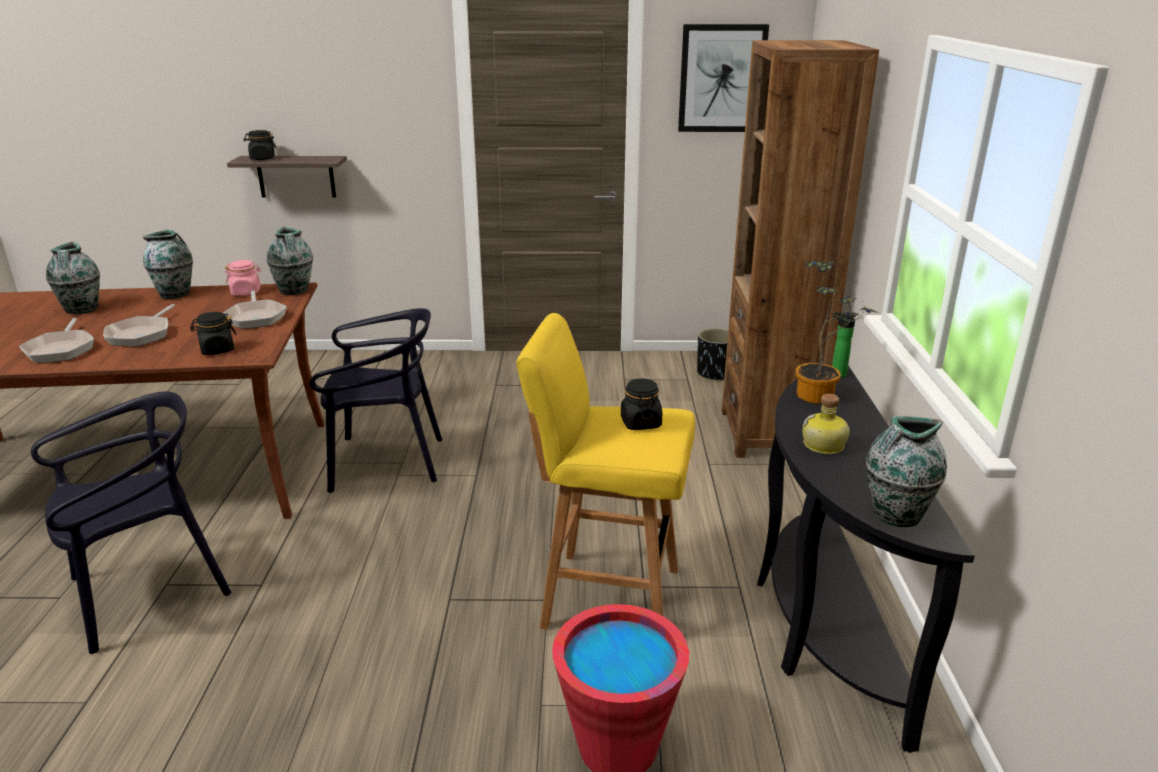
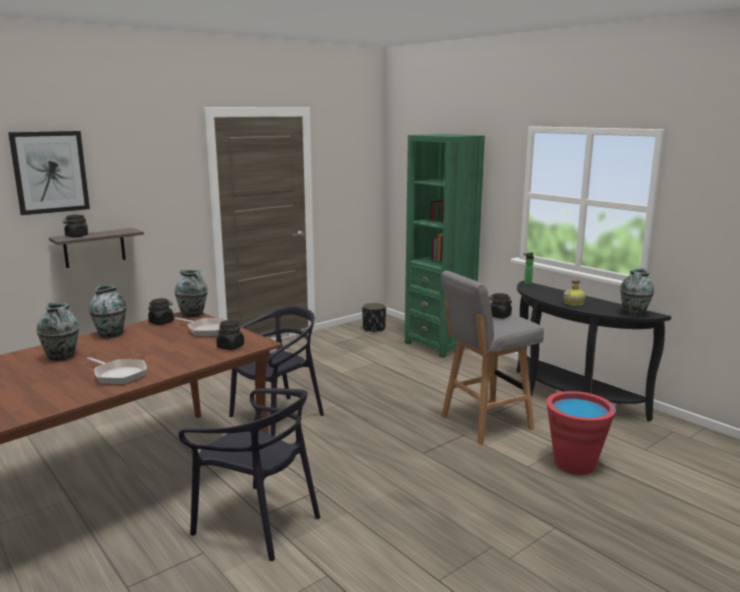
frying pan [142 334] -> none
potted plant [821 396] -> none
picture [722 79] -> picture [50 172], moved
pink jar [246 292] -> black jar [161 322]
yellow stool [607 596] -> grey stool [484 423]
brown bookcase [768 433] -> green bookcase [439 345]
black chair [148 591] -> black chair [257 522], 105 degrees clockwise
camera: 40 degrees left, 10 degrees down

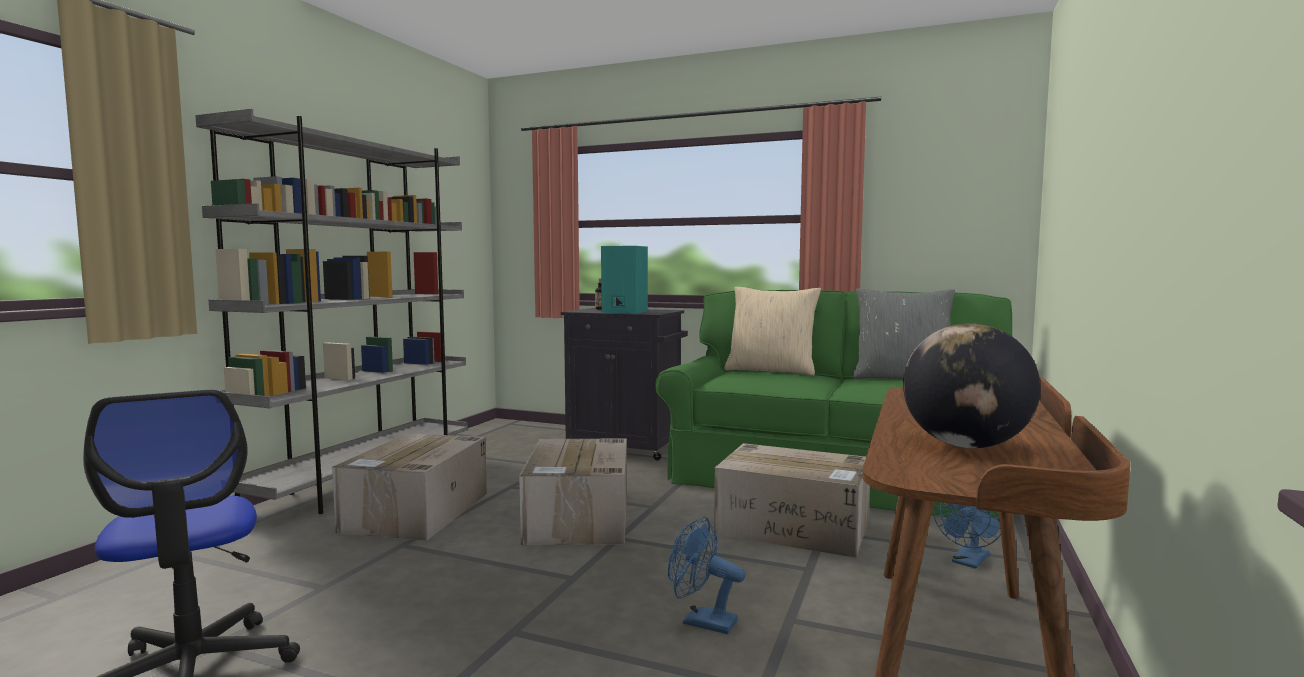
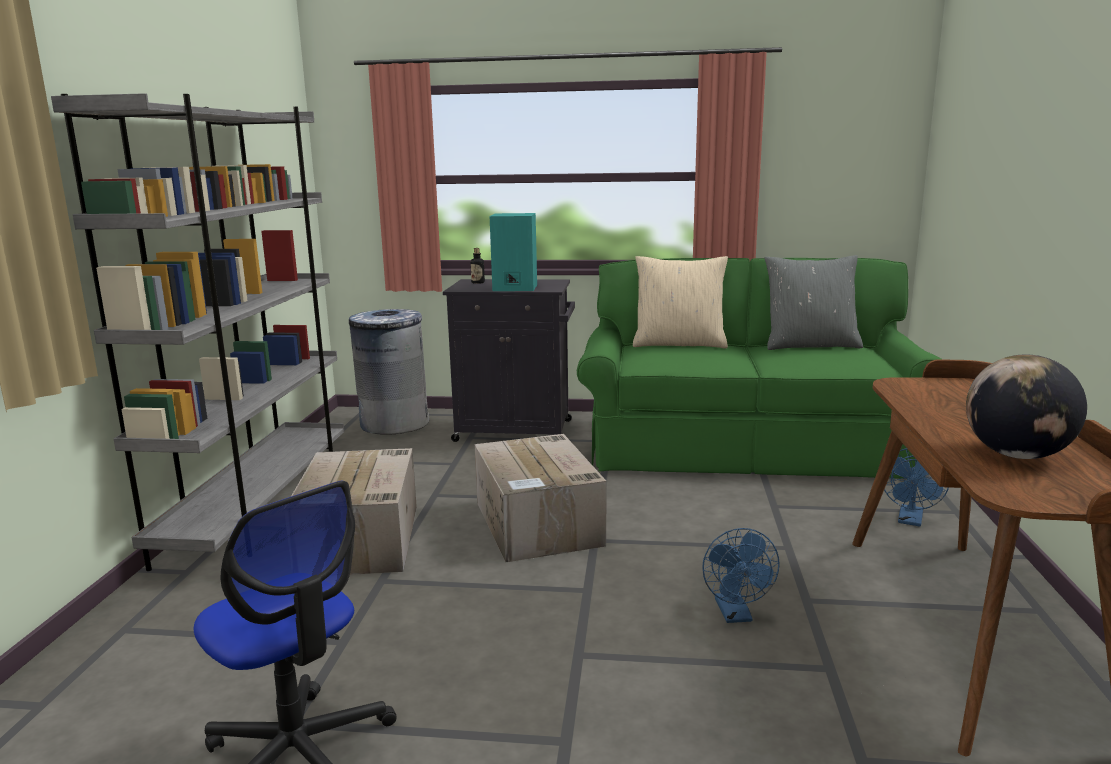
cardboard box [795 527] -> none
none -> grey trash can [394 423]
blue fan [701 622] -> blue fan [736 615], 105 degrees counterclockwise
camera: 15 degrees left, 10 degrees up

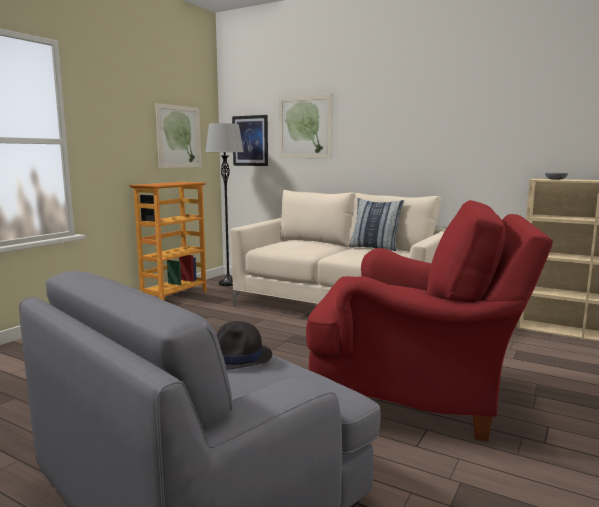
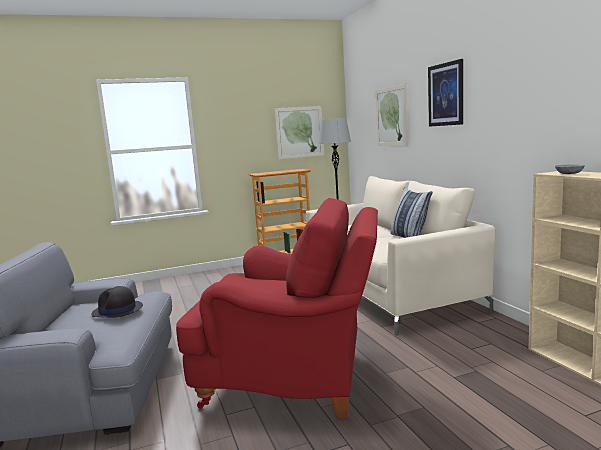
picture [250 141] -> picture [446 94], moved
red armchair [414 398] -> red armchair [293 381], 45 degrees counterclockwise
camera: 40 degrees right, 0 degrees up

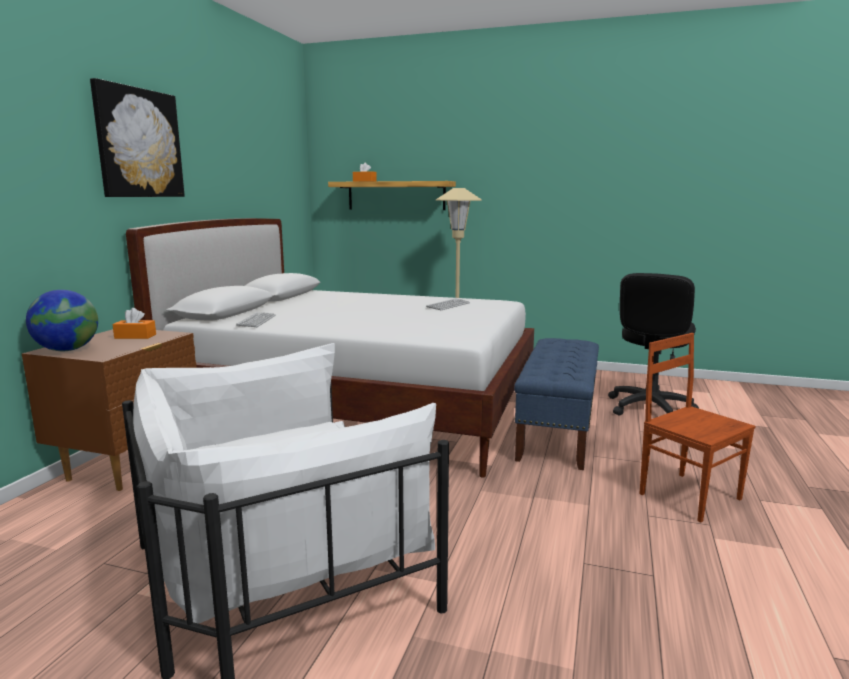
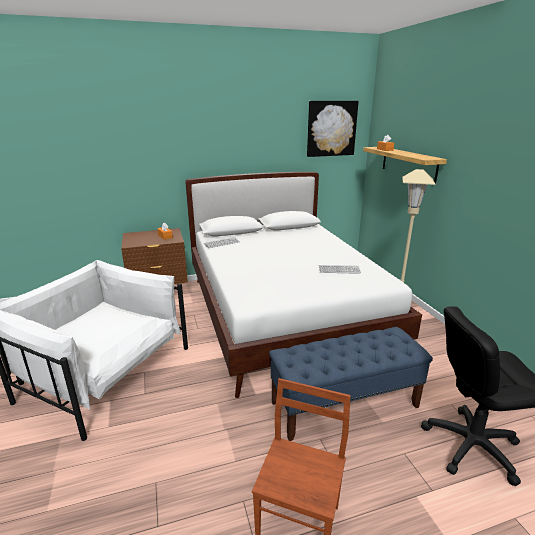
globe [67 350] -> none
picture [138 143] -> picture [331 128], moved
camera: 55 degrees right, 10 degrees up

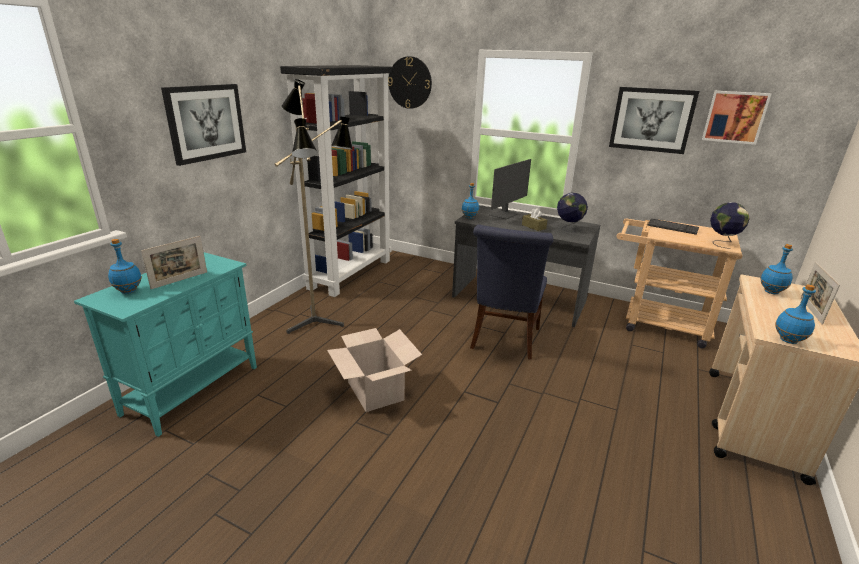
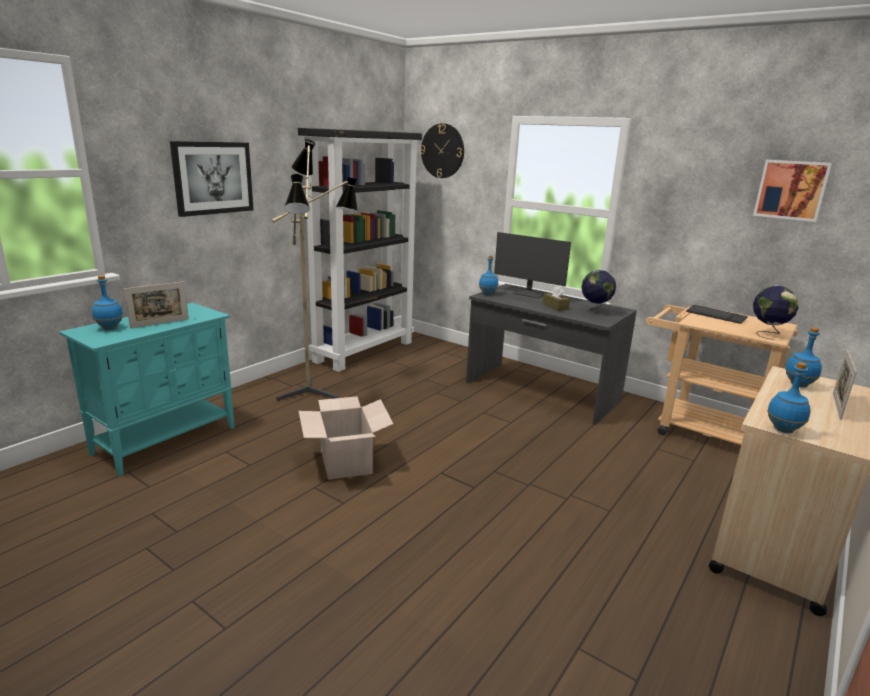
blue chair [504 340] -> none
picture [651 120] -> none
monitor [504 214] -> monitor [529 294], 75 degrees clockwise
camera: 10 degrees right, 5 degrees down

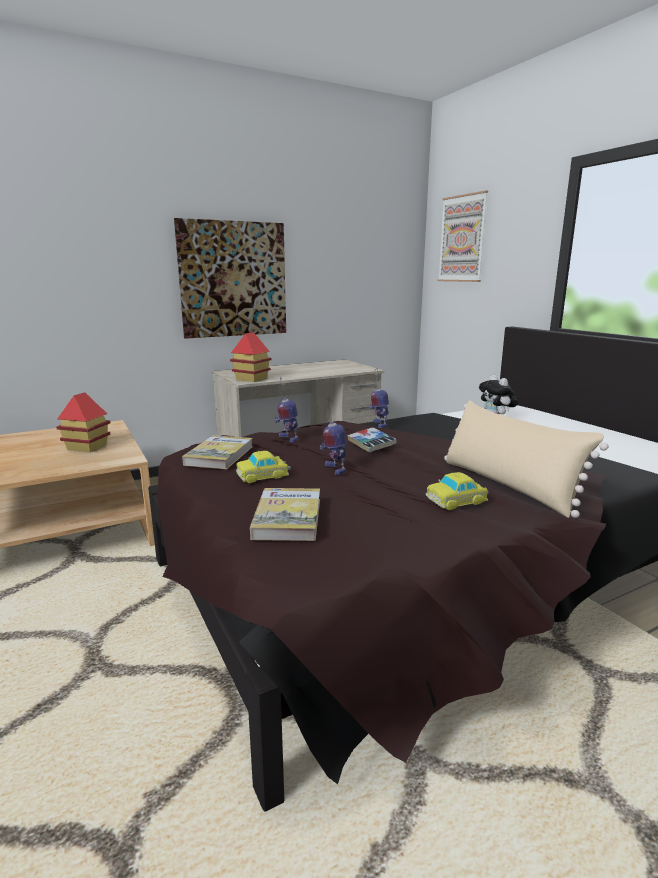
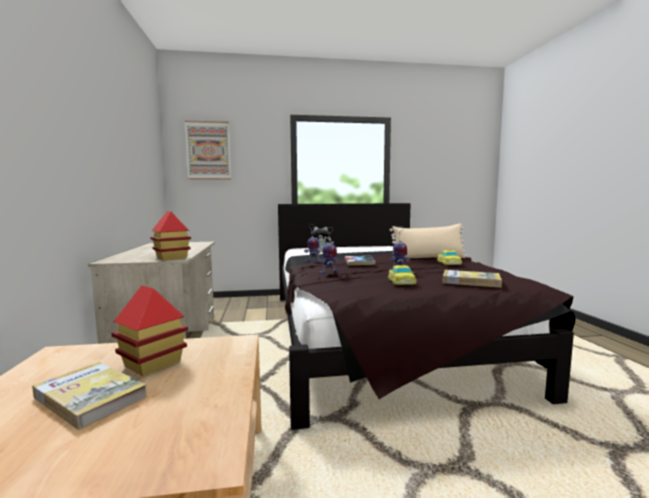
picture [233 279] -> none
book [219 455] -> book [90 397], moved
camera: 70 degrees left, 10 degrees down

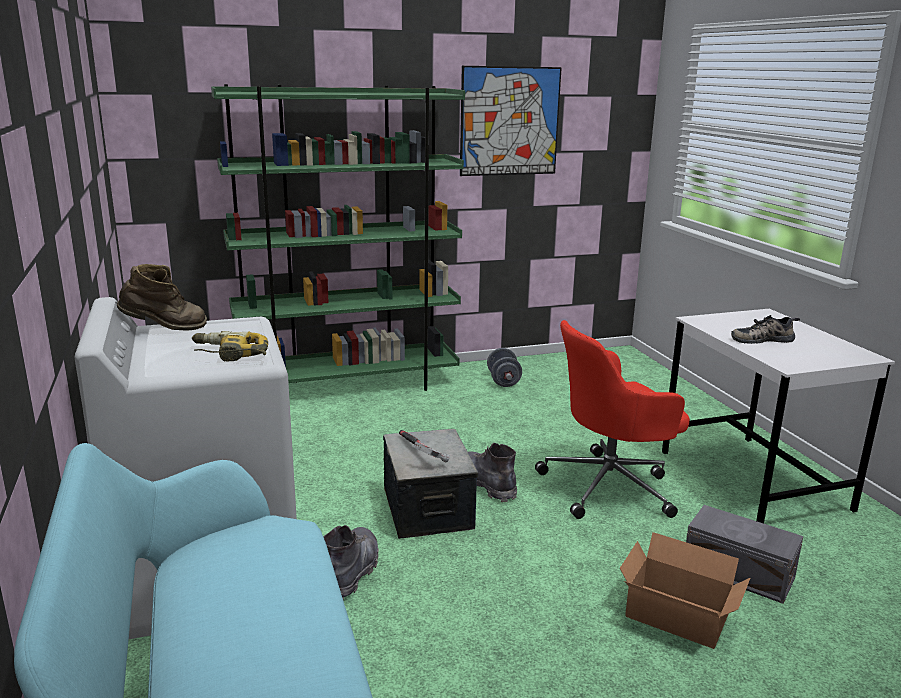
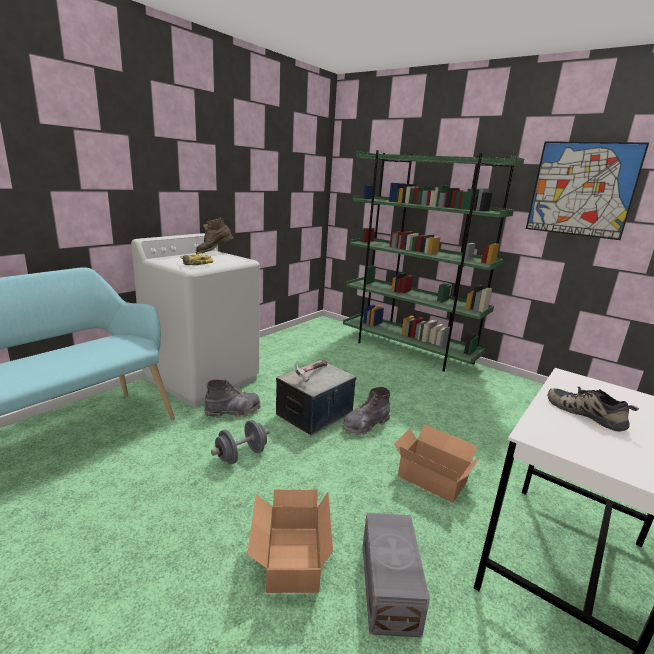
grey dumbbell [503 381] -> grey dumbbell [241 455], moved
red office chair [610 486] -> cardboard box [431 477]
brown boot [165 330] -> brown boot [214 253], 105 degrees clockwise
grey boot [487 484] -> grey boot [365 425], 150 degrees counterclockwise
camera: 55 degrees right, 0 degrees up

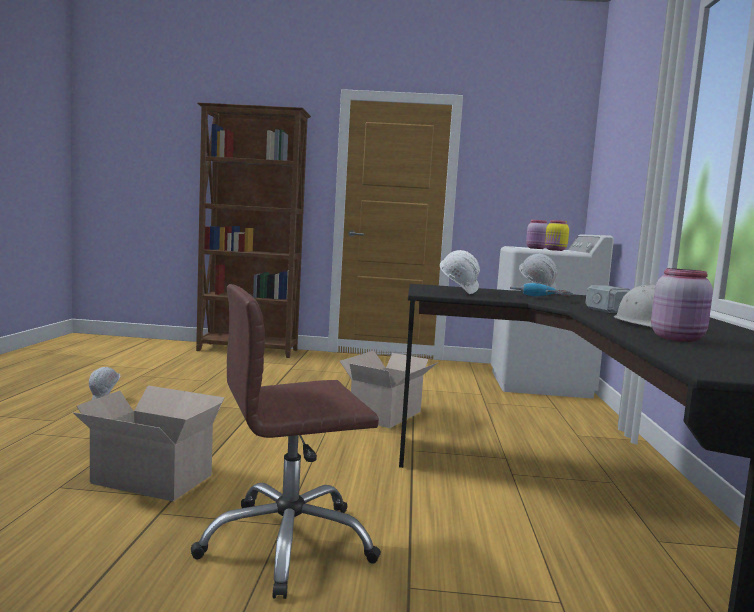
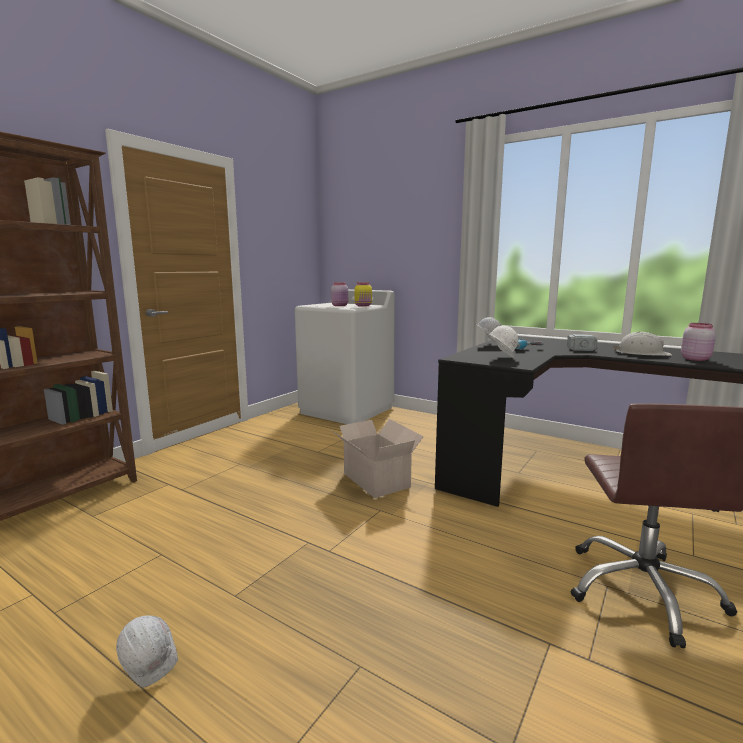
cardboard box [150 478] -> none
camera: 60 degrees left, 5 degrees up

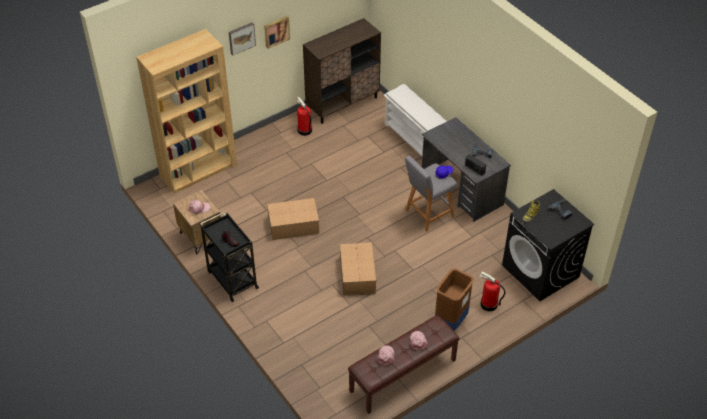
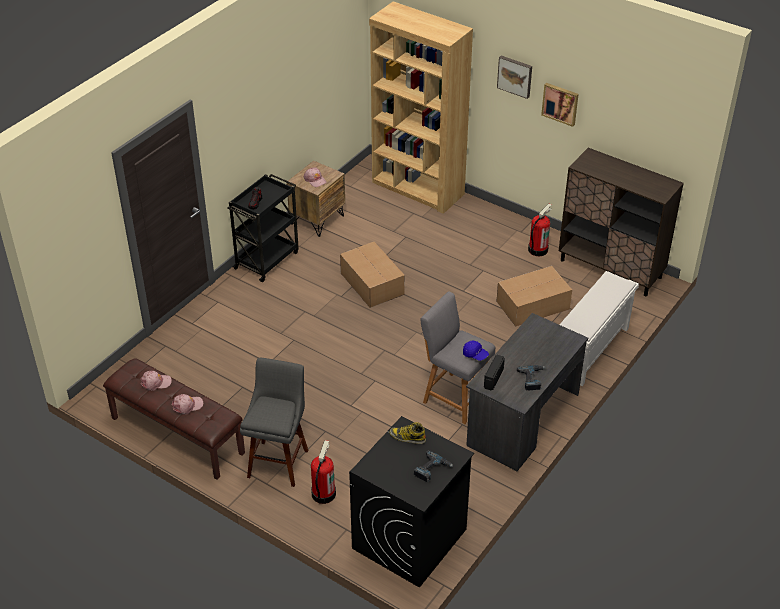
cardboard box [358 274] -> cardboard box [534 305], moved
brown trash can [450 321] -> grey stool [279 461]
camera: 70 degrees right, 5 degrees down

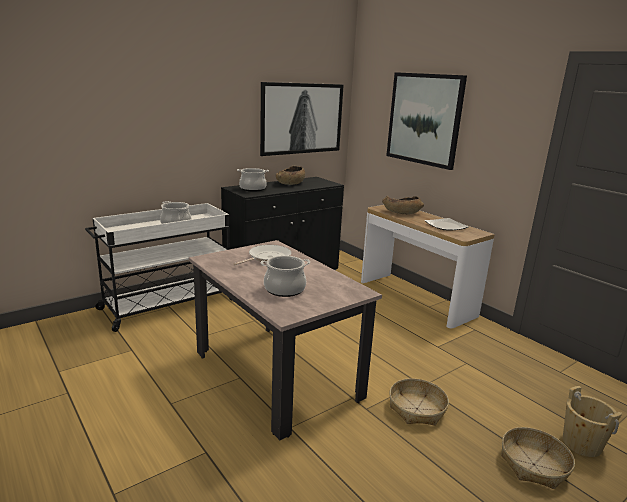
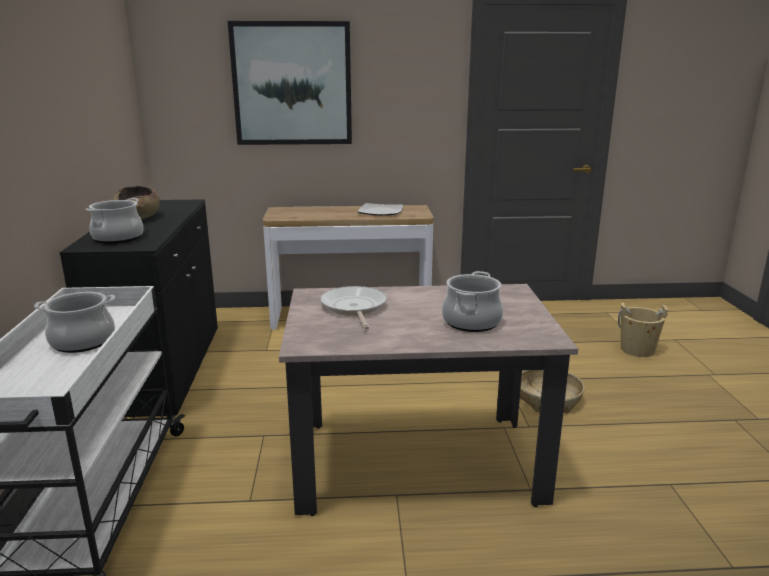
picture [302 118] -> none
brown bowl [401 212] -> none
basket [534 464] -> none
camera: 55 degrees left, 0 degrees up

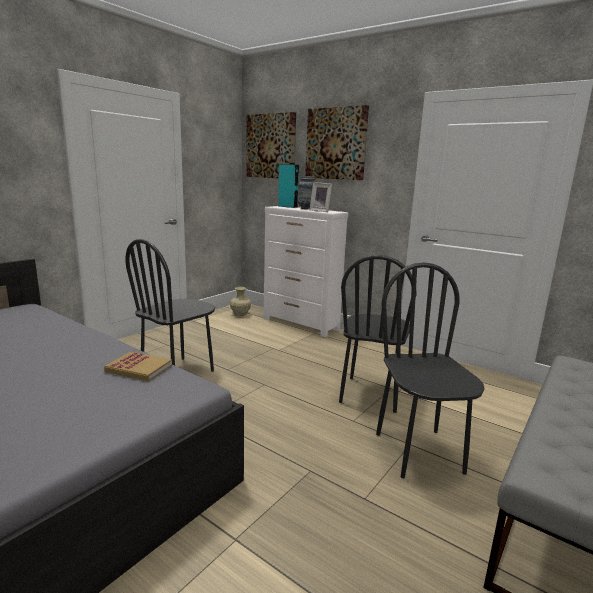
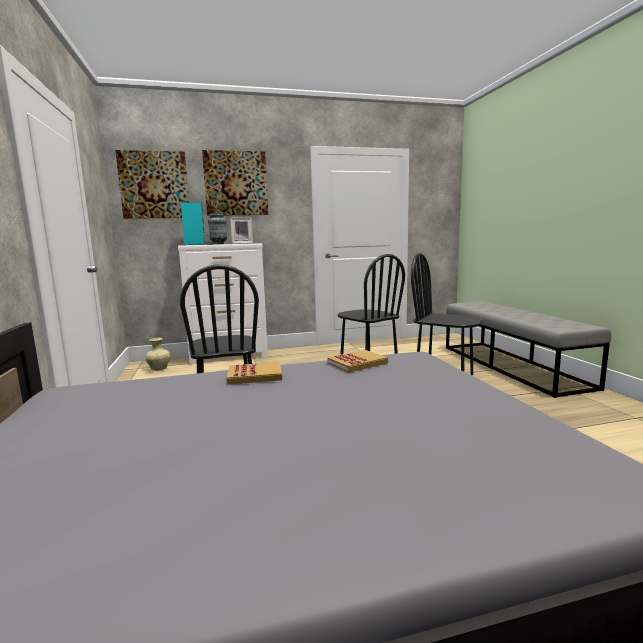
none -> book [255 376]
camera: 50 degrees left, 5 degrees down

